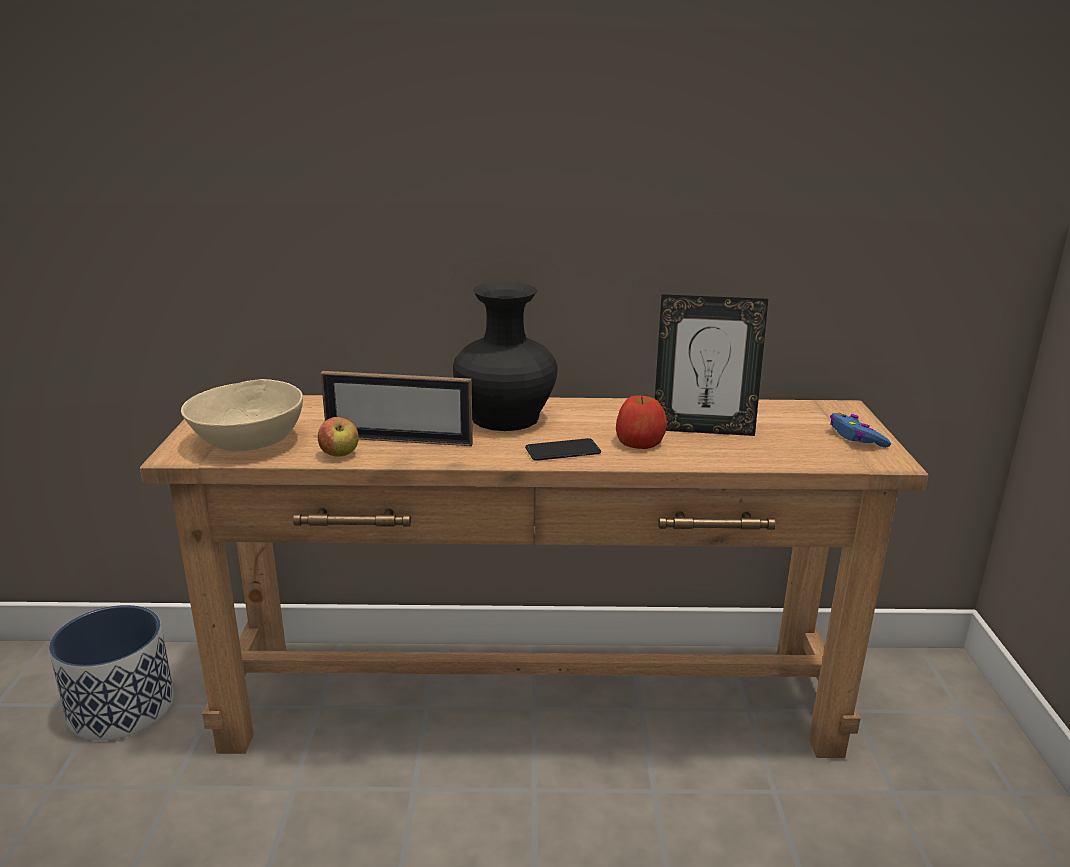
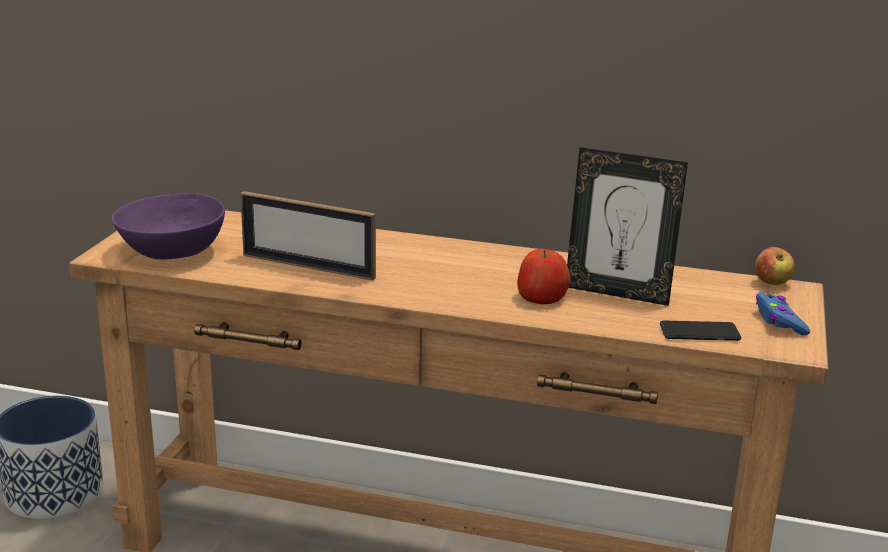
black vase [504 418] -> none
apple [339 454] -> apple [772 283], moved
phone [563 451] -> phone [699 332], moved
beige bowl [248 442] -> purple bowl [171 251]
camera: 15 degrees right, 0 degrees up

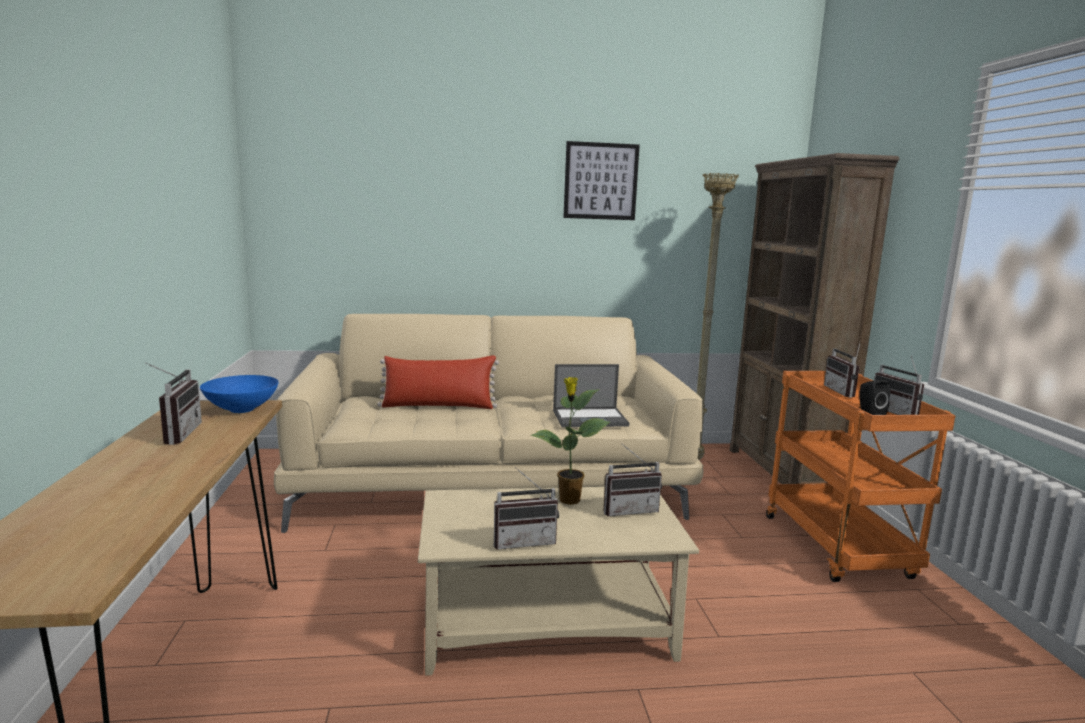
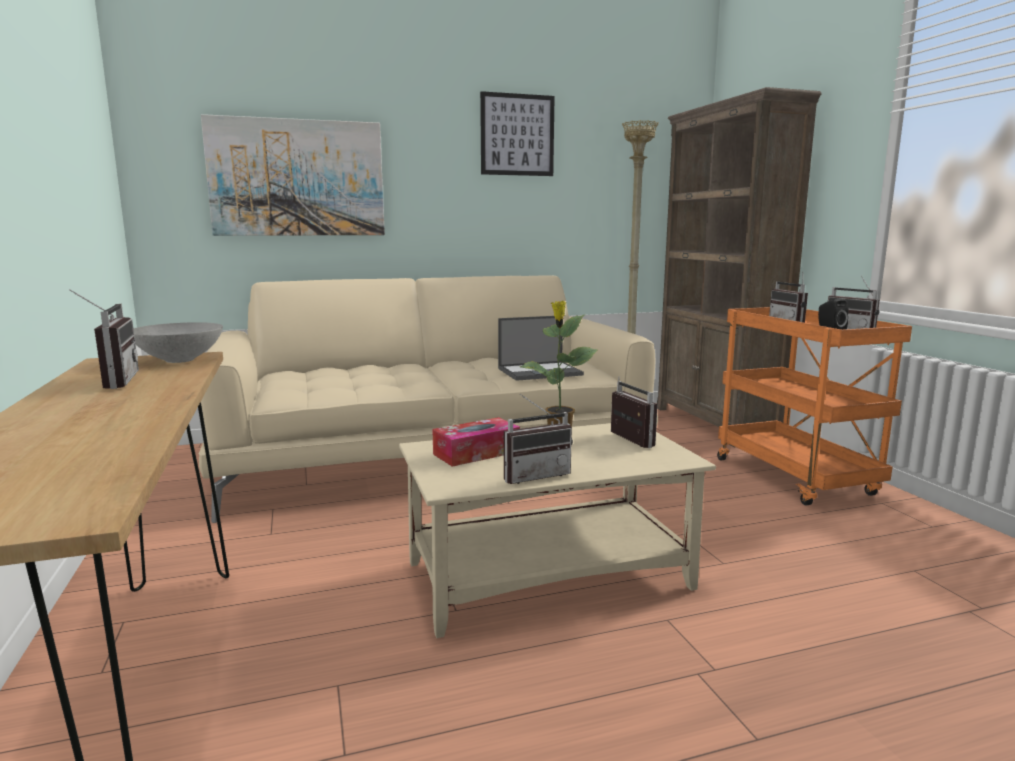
red pillow [438 406] -> none
none -> picture [297 178]
none -> tissue box [476 453]
blue bowl [240 409] -> grey bowl [178 360]
radio [629 510] -> radio [625 441], 90 degrees counterclockwise
camera: 10 degrees left, 0 degrees up

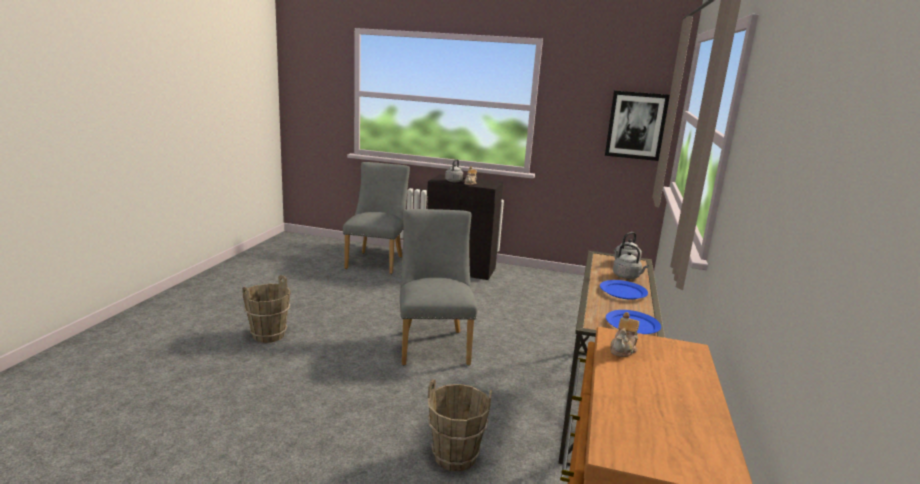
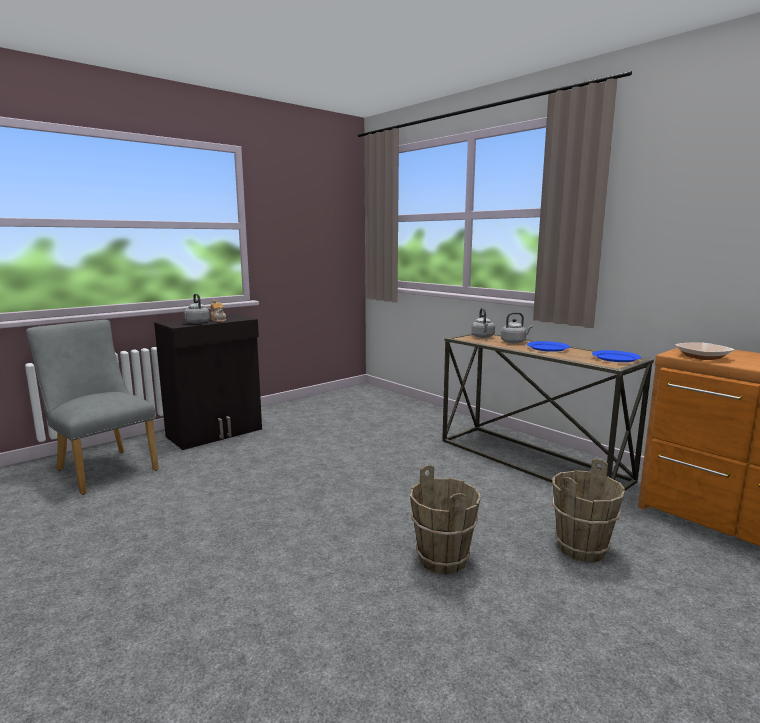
grey chair [433 344] -> none
picture [636 125] -> none
brown bucket [269 335] -> brown bucket [443 559], moved
teapot [623 349] -> bowl [702 357]
camera: 55 degrees left, 5 degrees down

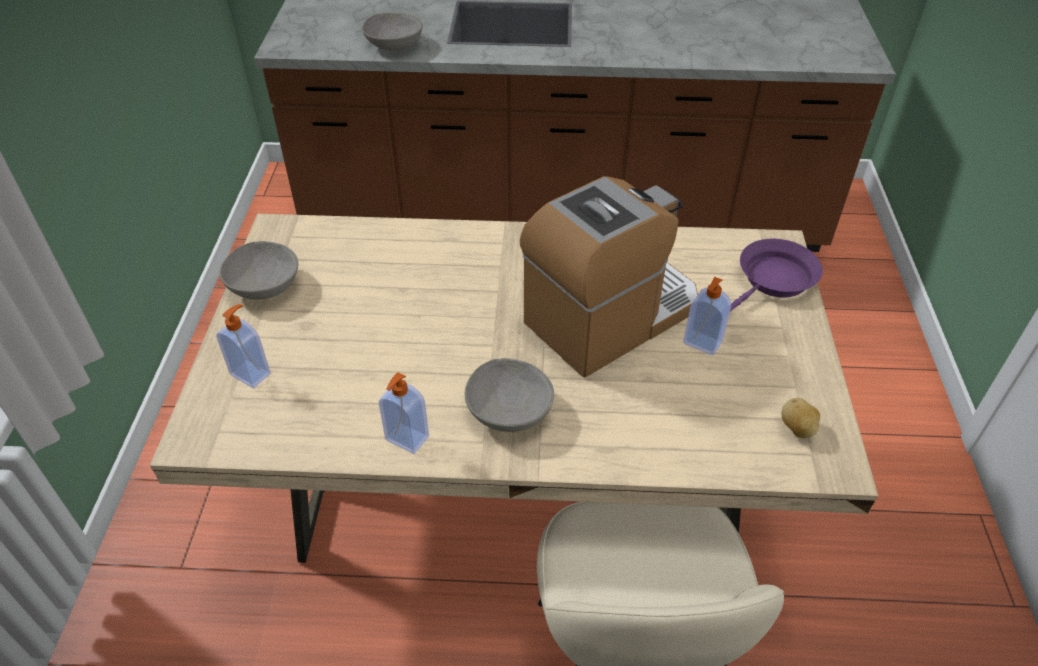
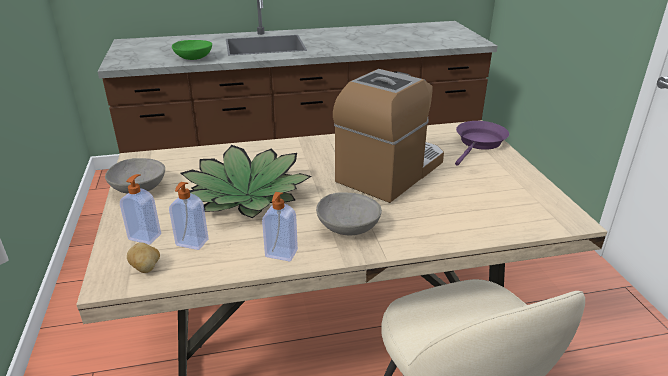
none -> potted plant [247 194]
soap dispenser [702 343] -> soap dispenser [191 243], moved
potato [797 429] -> potato [146 268], moved
grey bowl [393 46] -> green bowl [193 59]
camera: 15 degrees left, 15 degrees down

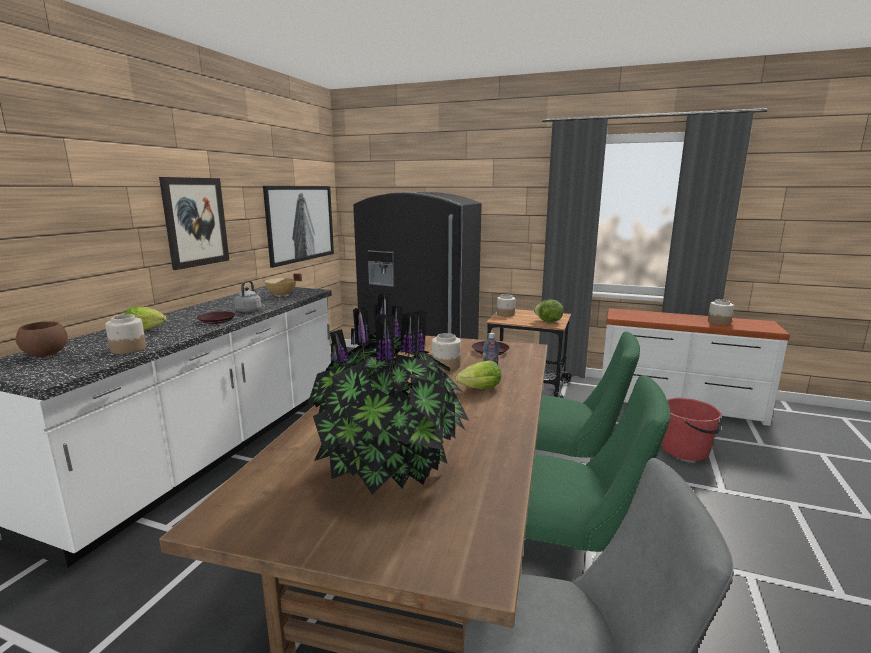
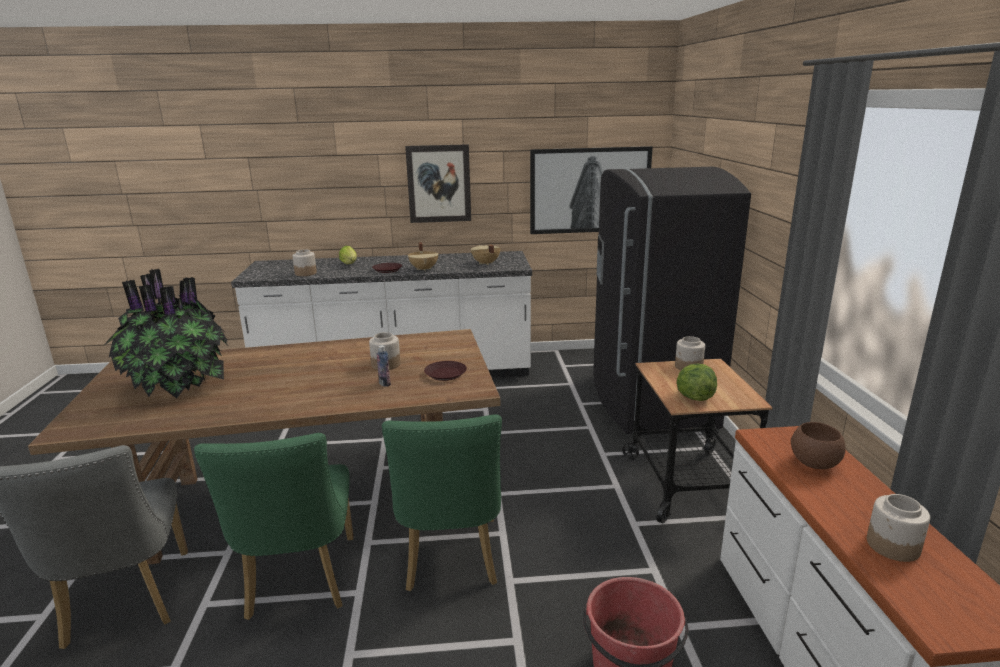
lettuce [477 389] -> none
brown bowl [45 355] -> brown bowl [813 464], moved
grey kettle [249 310] -> beige cooking pot [424 269]
camera: 65 degrees right, 5 degrees up

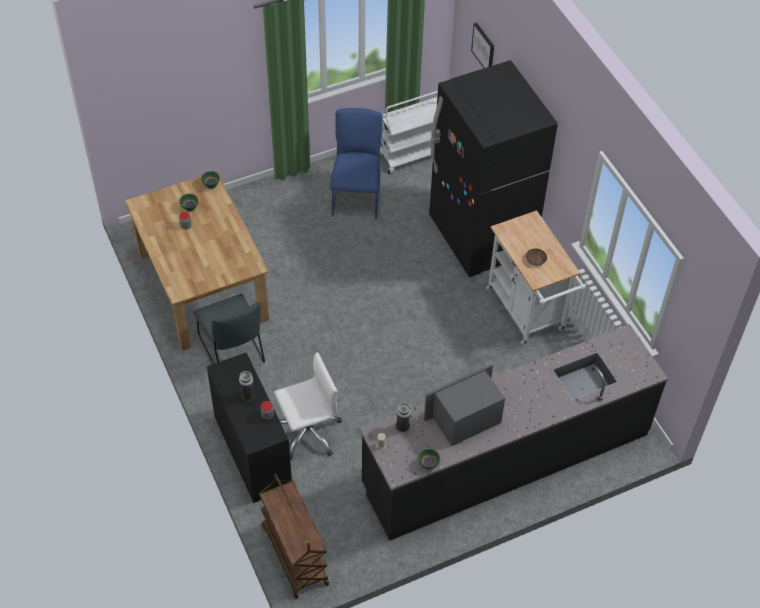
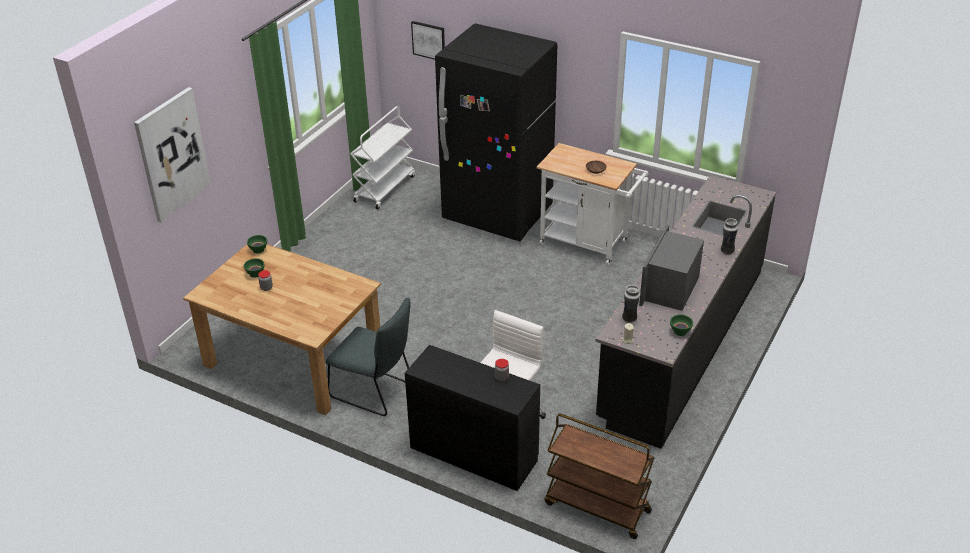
blue chair [356 196] -> none
none -> picture [172 154]
vase [248 396] -> vase [727 251], moved
camera: 35 degrees left, 15 degrees down

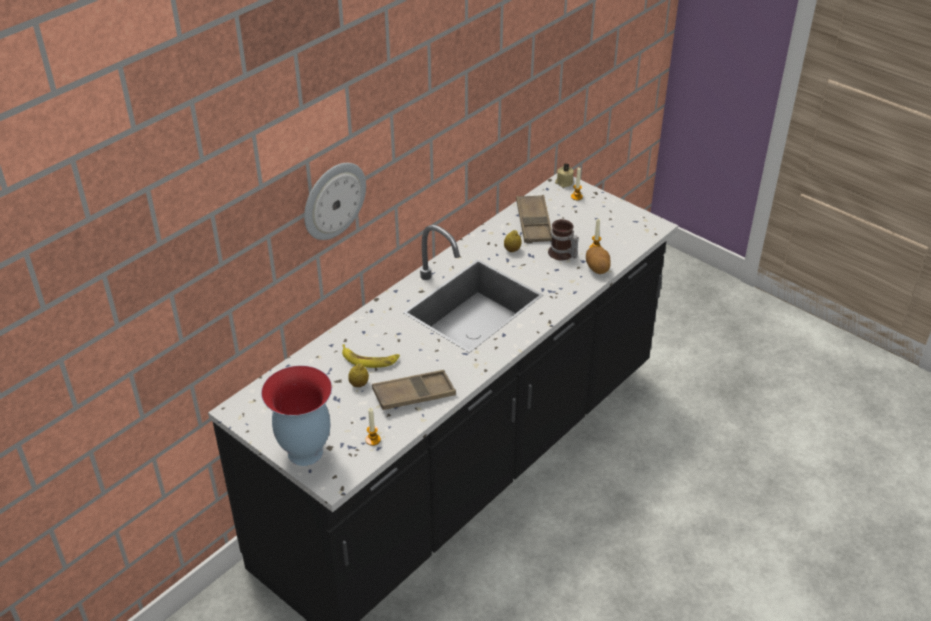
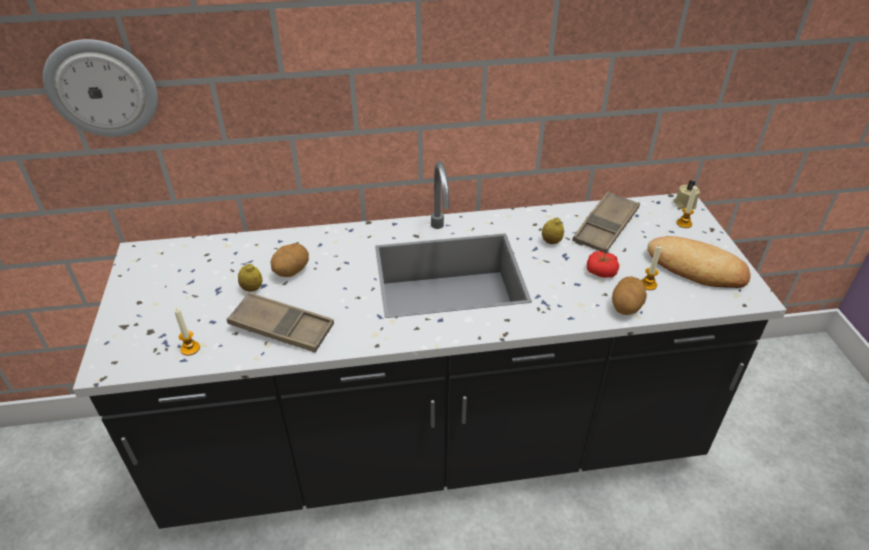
vase [304 453] -> none
none -> bread [696 268]
wall clock [333 200] -> wall clock [102 88], moved
banana [369 359] -> potato [291 271]
mug [562 254] -> tomato [601 272]
camera: 40 degrees right, 0 degrees up

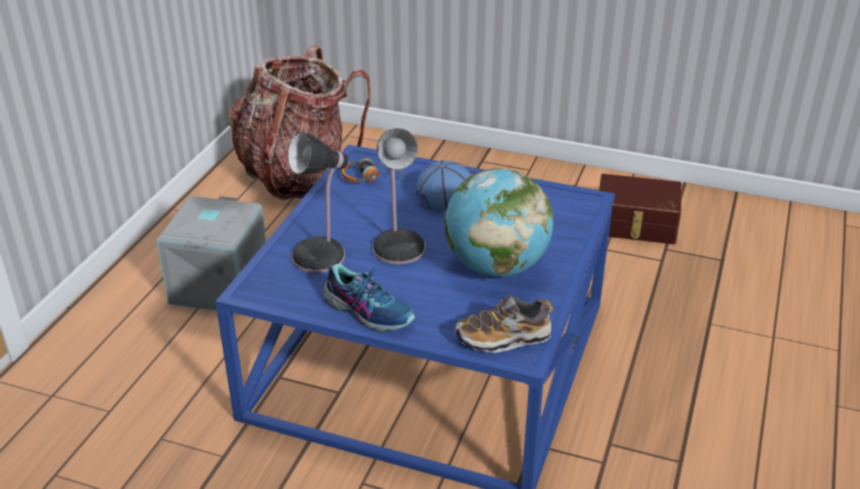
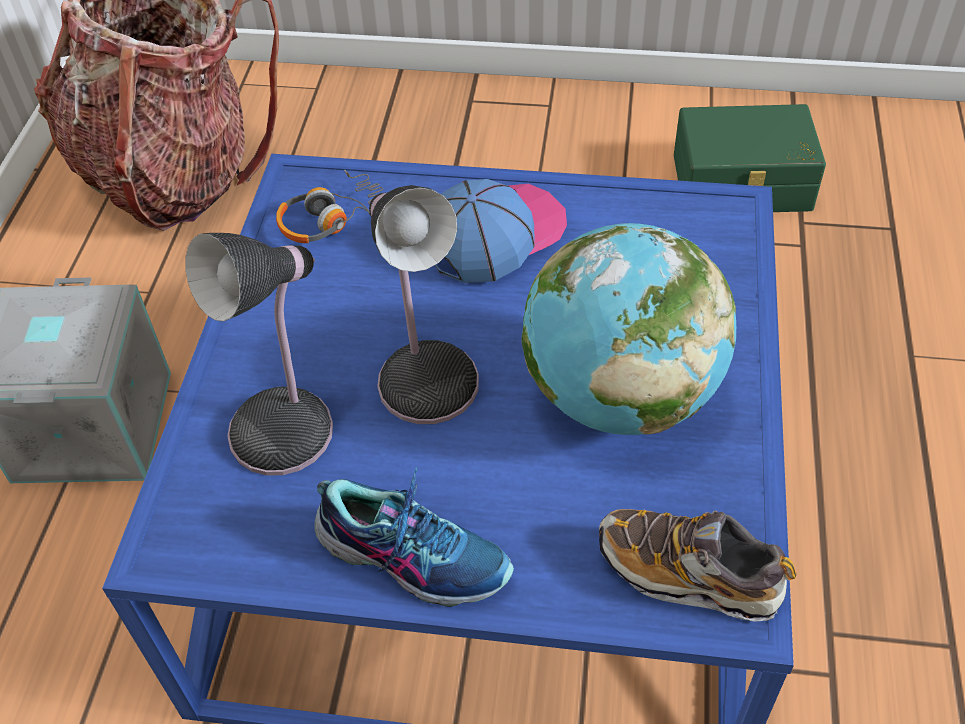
brown storage box [635 225] -> green storage box [742 184]
shoe [503 338] -> shoe [688 574], 45 degrees clockwise
camera: 10 degrees left, 15 degrees up

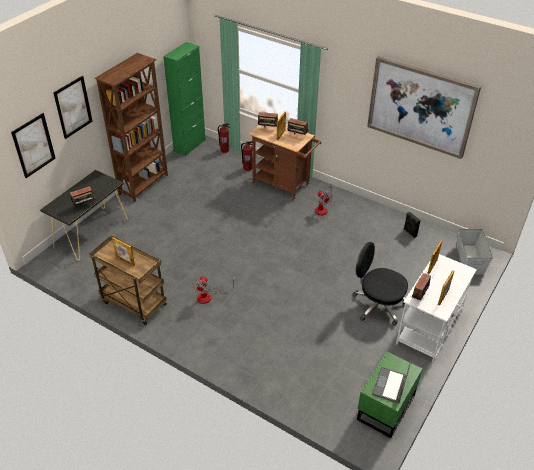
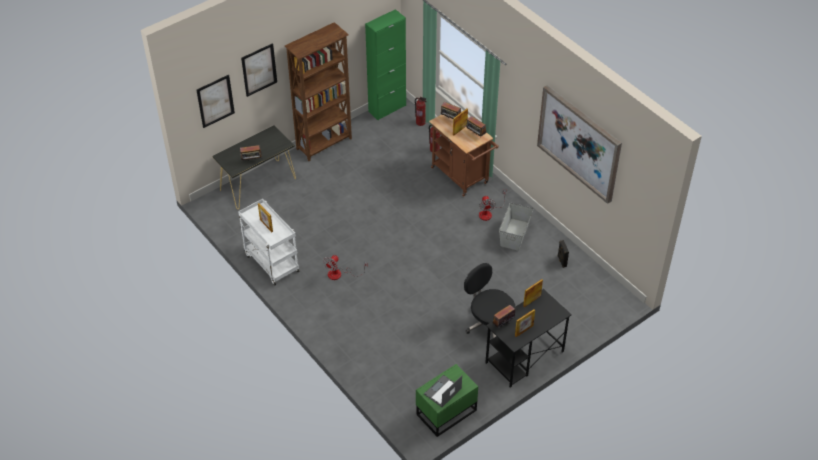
grey storage box [469 259] -> grey storage box [514 234], moved
brown cart [133 303] -> white cart [271 263]
white desk [428 328] -> black desk [524 357]
camera: 20 degrees right, 5 degrees up

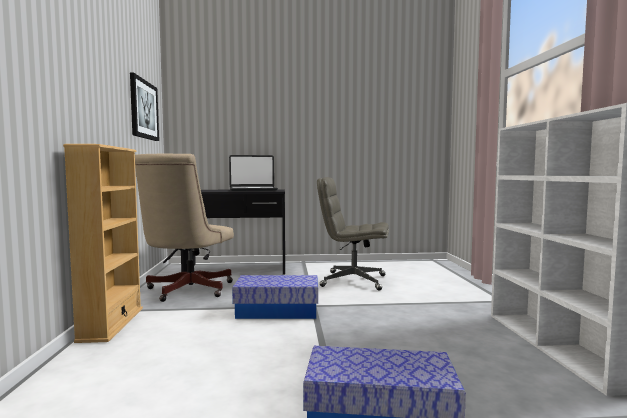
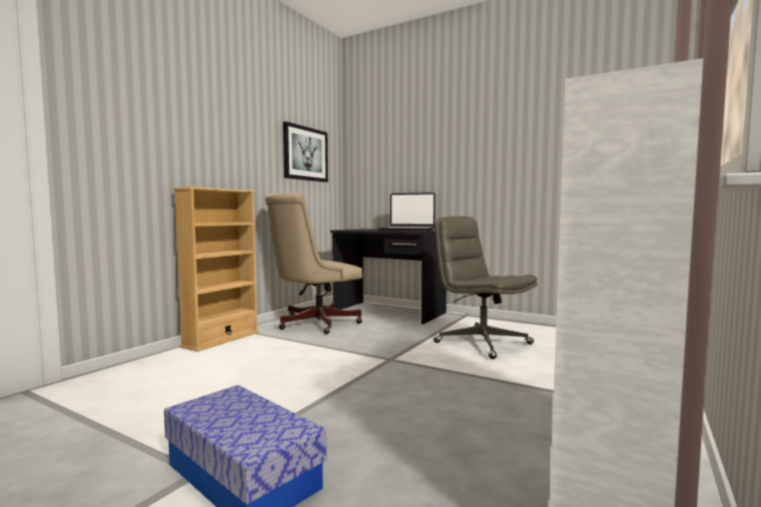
storage box [277 311] -> none
camera: 35 degrees right, 0 degrees up

